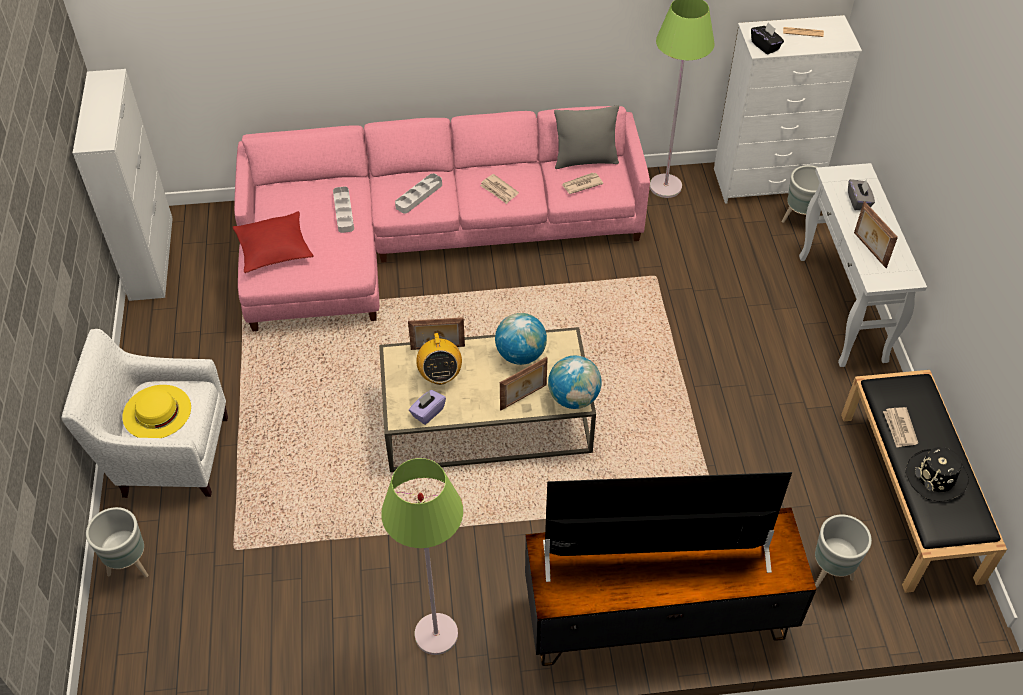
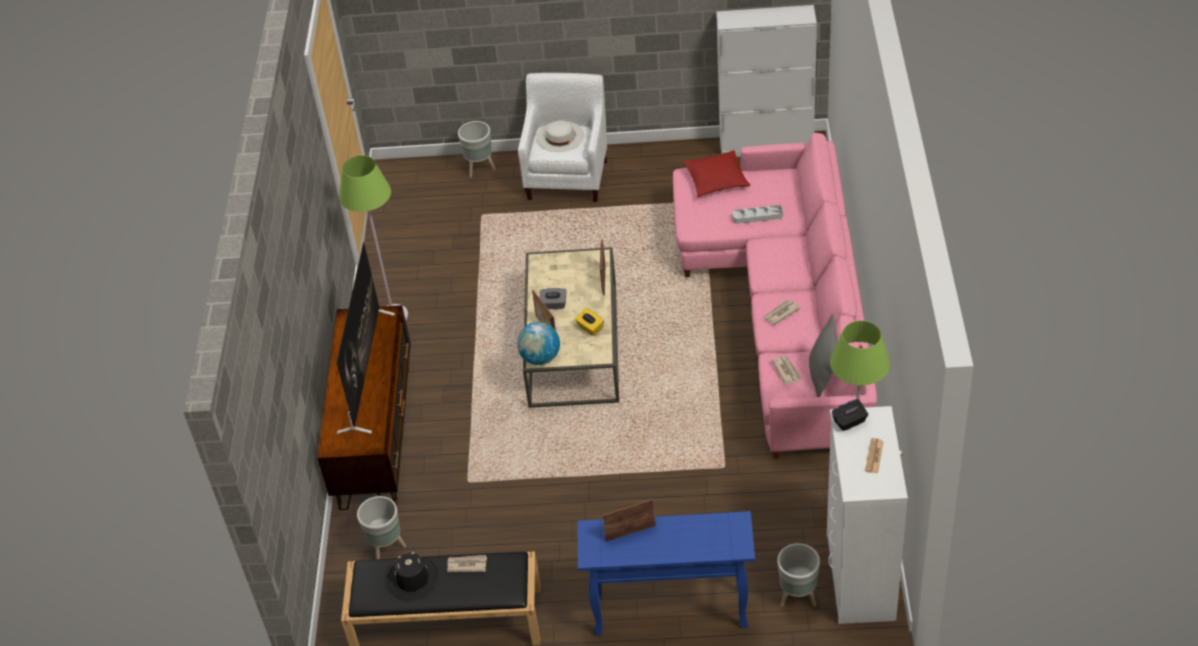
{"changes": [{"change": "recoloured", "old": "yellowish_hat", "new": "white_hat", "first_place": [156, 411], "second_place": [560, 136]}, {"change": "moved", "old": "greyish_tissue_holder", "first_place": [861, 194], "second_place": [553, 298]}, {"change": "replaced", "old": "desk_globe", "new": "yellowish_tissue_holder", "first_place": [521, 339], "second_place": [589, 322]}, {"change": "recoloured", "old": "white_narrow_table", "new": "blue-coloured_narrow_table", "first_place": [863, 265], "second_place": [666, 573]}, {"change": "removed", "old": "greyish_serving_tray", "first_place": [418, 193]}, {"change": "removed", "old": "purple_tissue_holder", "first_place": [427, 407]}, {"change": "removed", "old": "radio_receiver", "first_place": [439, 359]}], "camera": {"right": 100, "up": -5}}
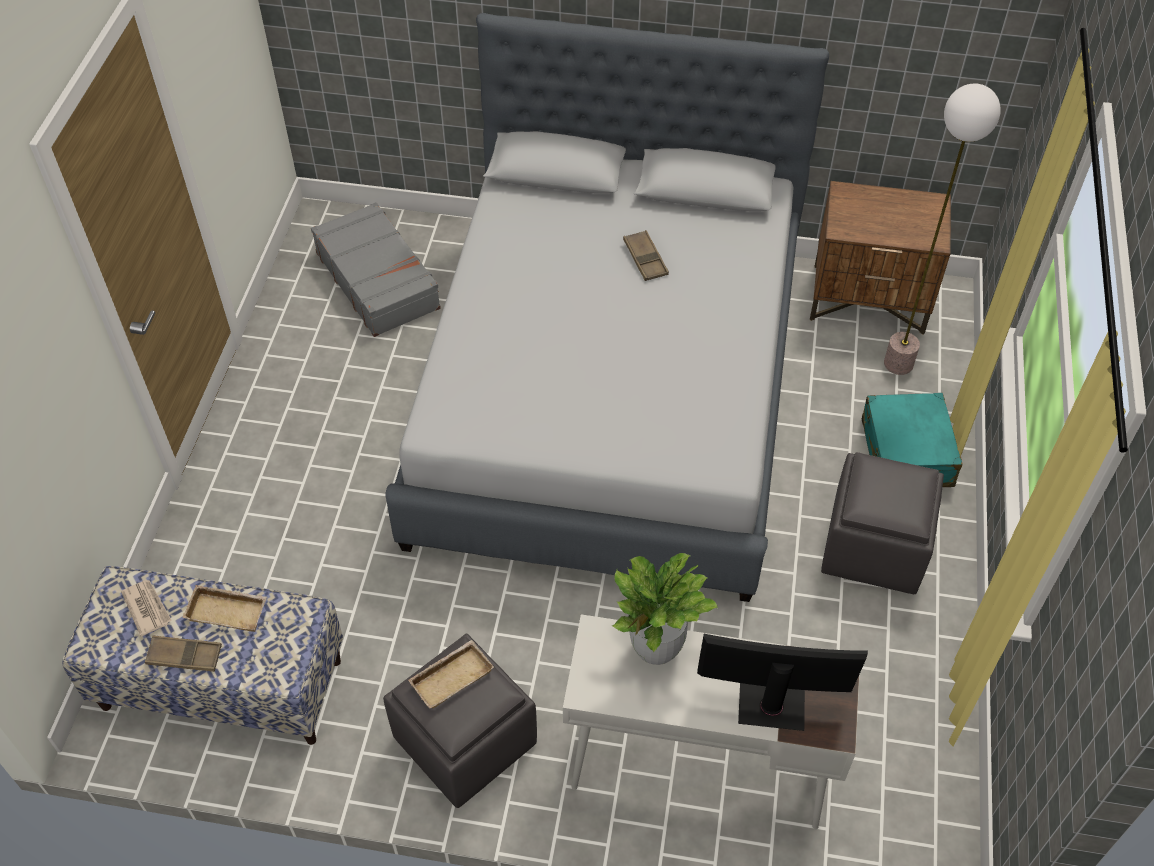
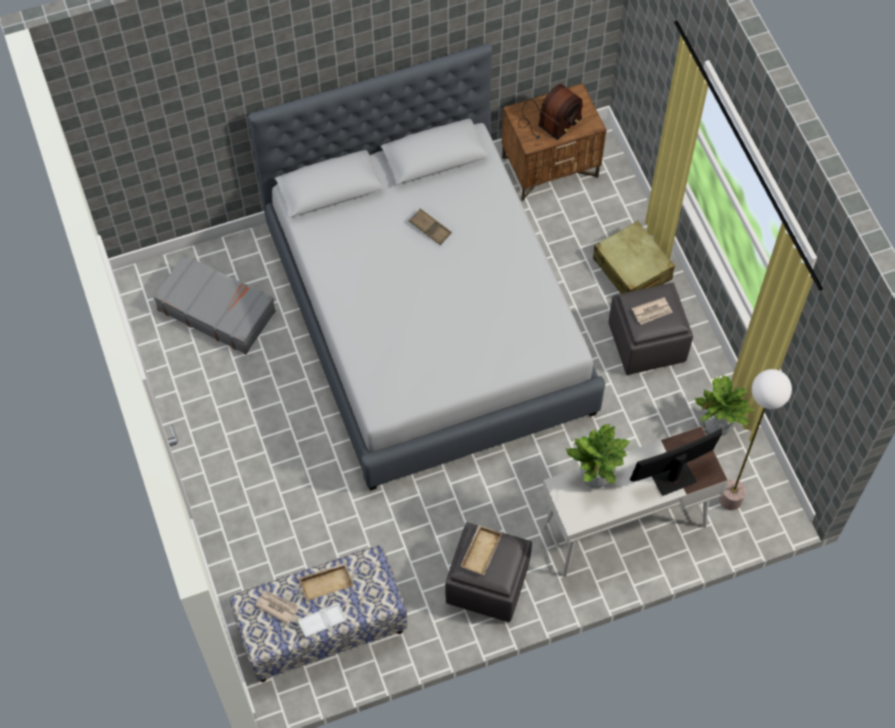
{"changes": [{"change": "recoloured", "old": "brown_serving_tray", "new": "white_serving_tray", "first_place": [183, 654], "second_place": [322, 620]}, {"change": "added", "new": "radio_receiver", "second_place": [550, 112]}, {"change": "recoloured", "old": "blue-green_travel_case", "new": "sand-coloured_travel_case", "first_place": [912, 440], "second_place": [634, 257]}, {"change": "added", "new": "printed_paper", "second_place": [652, 311]}, {"change": "added", "new": "plant_in_a_pot", "second_place": [725, 405]}, {"change": "moved", "old": "standard_lamp", "first_place": [942, 229], "second_place": [755, 439]}], "camera": {"right": -30, "up": 10}}
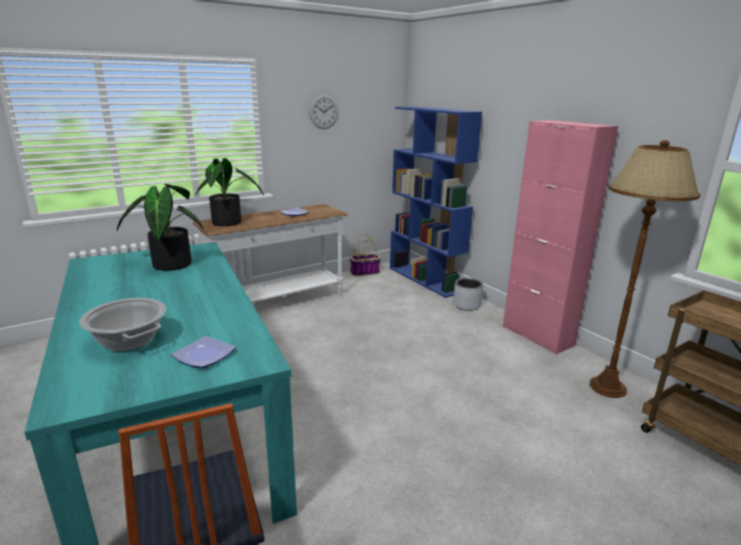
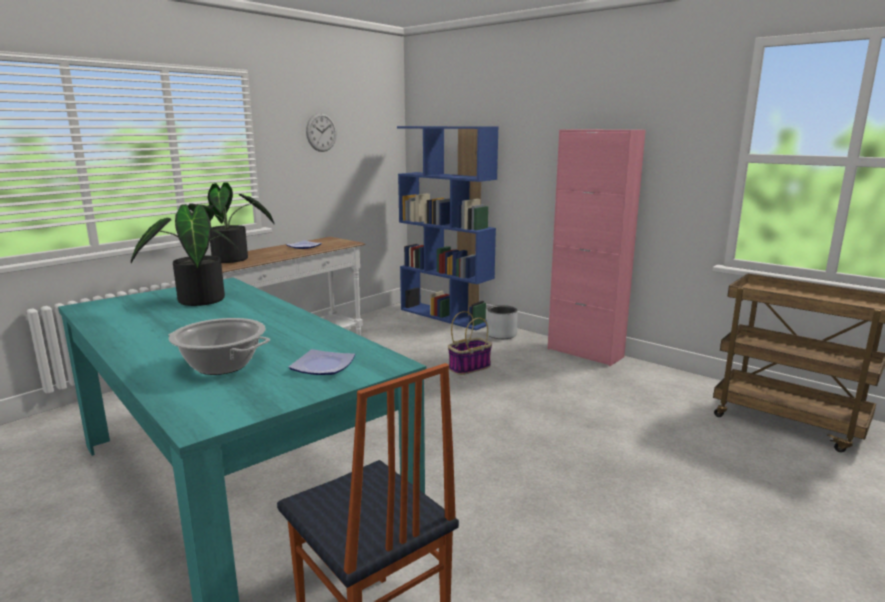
{"changes": [{"change": "moved", "old": "basket", "first_place": [365, 255], "second_place": [470, 343]}, {"change": "removed", "old": "brown_standard_lamp", "first_place": [645, 269]}], "camera": {"right": -15, "up": -5}}
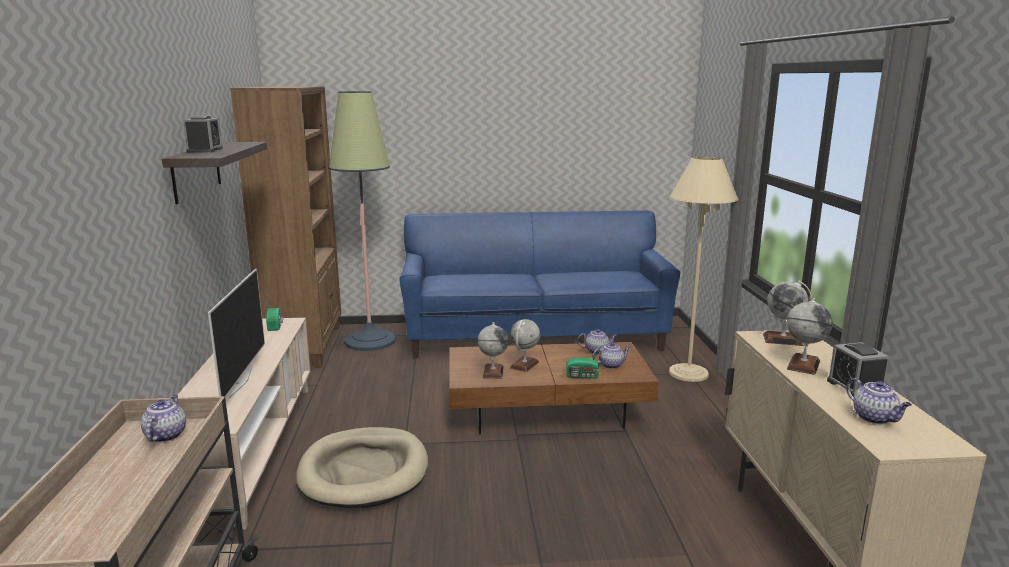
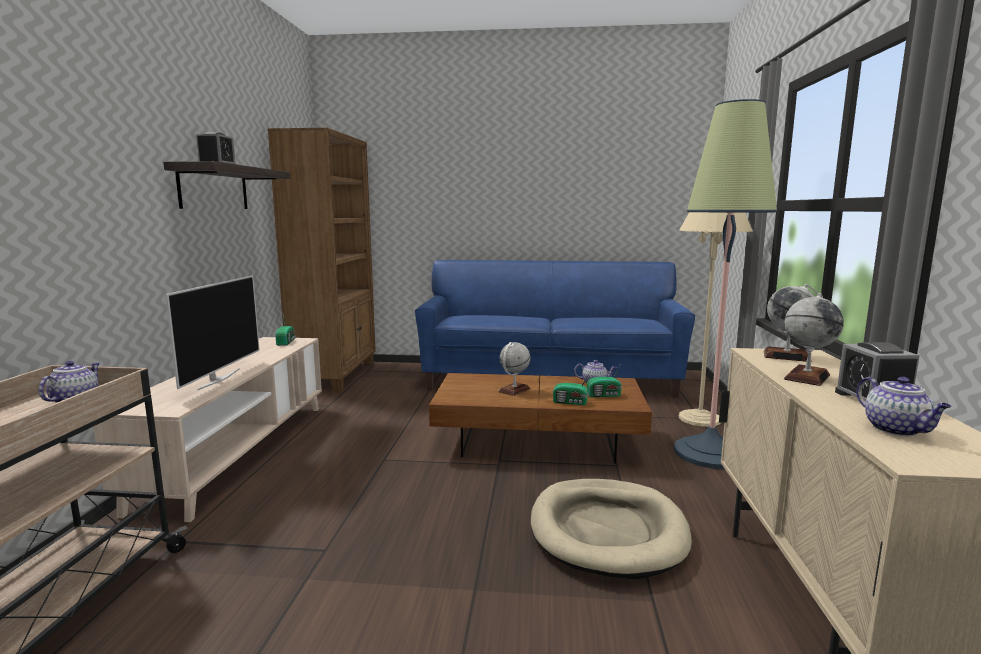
{"changes": [{"change": "moved", "old": "sand-coloured_dog_cushion", "first_place": [362, 467], "second_place": [611, 529]}, {"change": "replaced", "old": "tea_pot", "new": "radio_receiver", "first_place": [611, 355], "second_place": [604, 380]}, {"change": "moved", "old": "standard_lamp", "first_place": [362, 221], "second_place": [725, 284]}, {"change": "removed", "old": "desk_globe", "first_place": [493, 350]}], "camera": {"right": 10, "up": -5}}
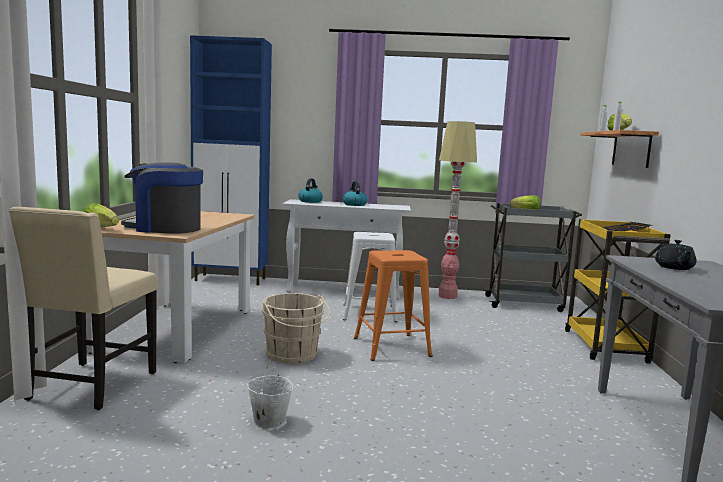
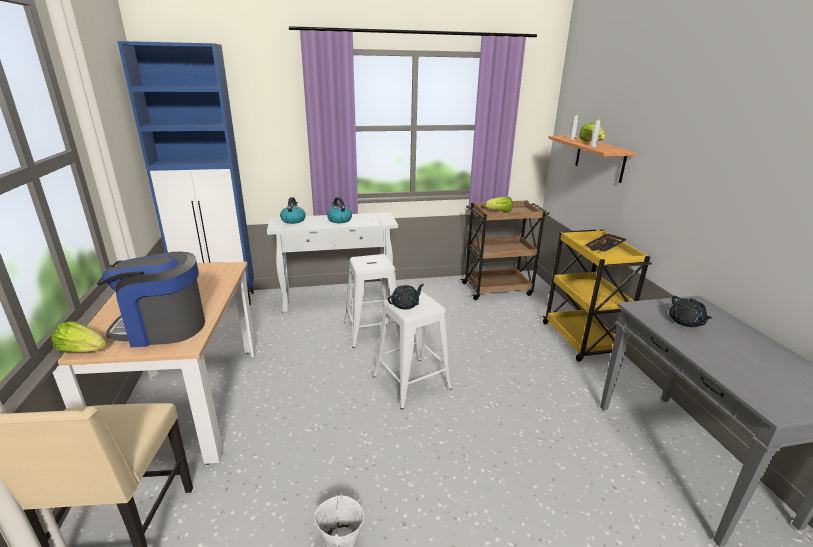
{"changes": [{"change": "recoloured", "old": "orange-coloured_stool_seat", "new": "white_stool_seat", "first_place": [393, 305], "second_place": [412, 350]}, {"change": "added", "new": "black-coloured_tea_pot", "second_place": [406, 296]}, {"change": "recoloured", "old": "greyish_cart", "new": "brown_cart", "first_place": [532, 257], "second_place": [505, 250]}, {"change": "removed", "old": "sand-coloured_pail", "first_place": [296, 328]}, {"change": "removed", "old": "standard_lamp", "first_place": [458, 210]}], "camera": {"right": -15, "up": 15}}
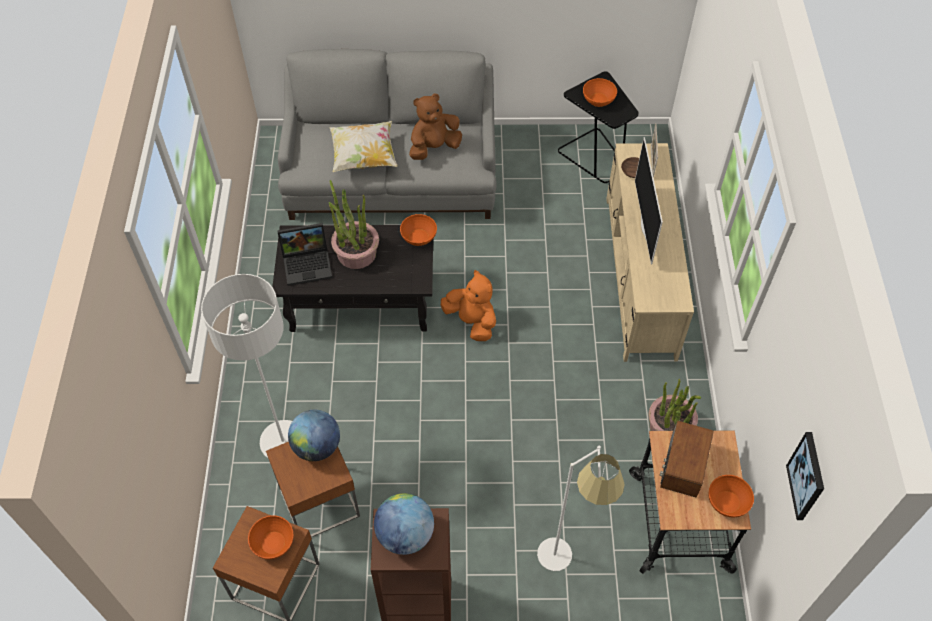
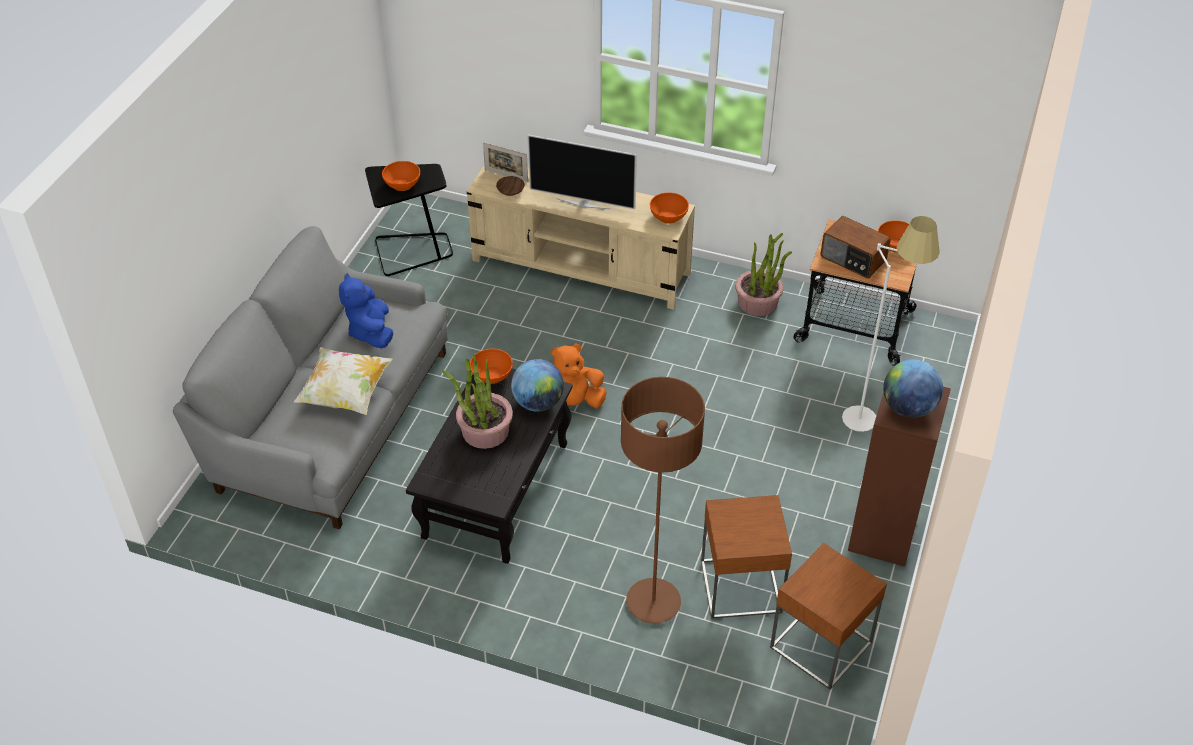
{"changes": [{"change": "recoloured", "old": "brown_plush_toy", "new": "blue-coloured_plush_toy", "first_place": [435, 126], "second_place": [366, 310]}, {"change": "moved", "old": "desk_globe", "first_place": [314, 435], "second_place": [537, 385]}, {"change": "recoloured", "old": "white_standard_lamp", "new": "brown_standard_lamp", "first_place": [246, 366], "second_place": [663, 500]}, {"change": "moved", "old": "orange-coloured_deep_dish", "first_place": [270, 537], "second_place": [669, 208]}, {"change": "removed", "old": "notebook_computer", "first_place": [304, 254]}, {"change": "removed", "old": "wall_art", "first_place": [805, 476]}], "camera": {"right": -70, "up": -10}}
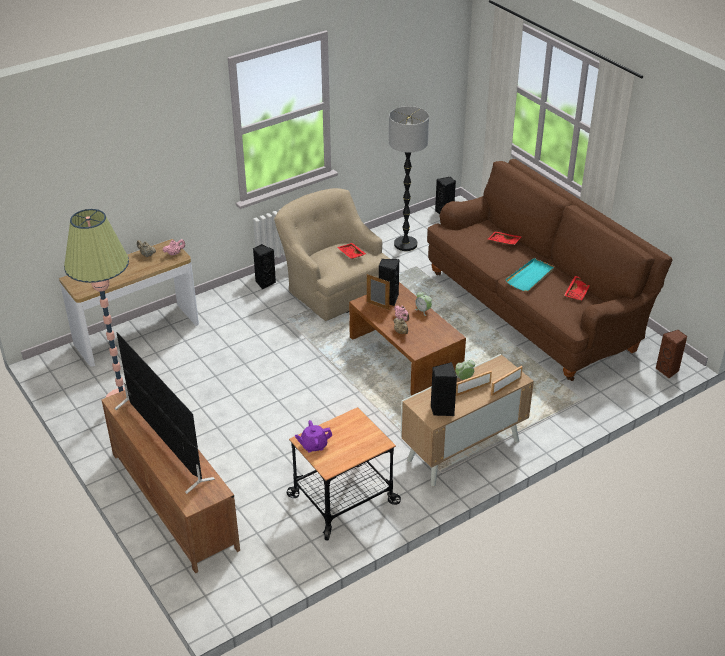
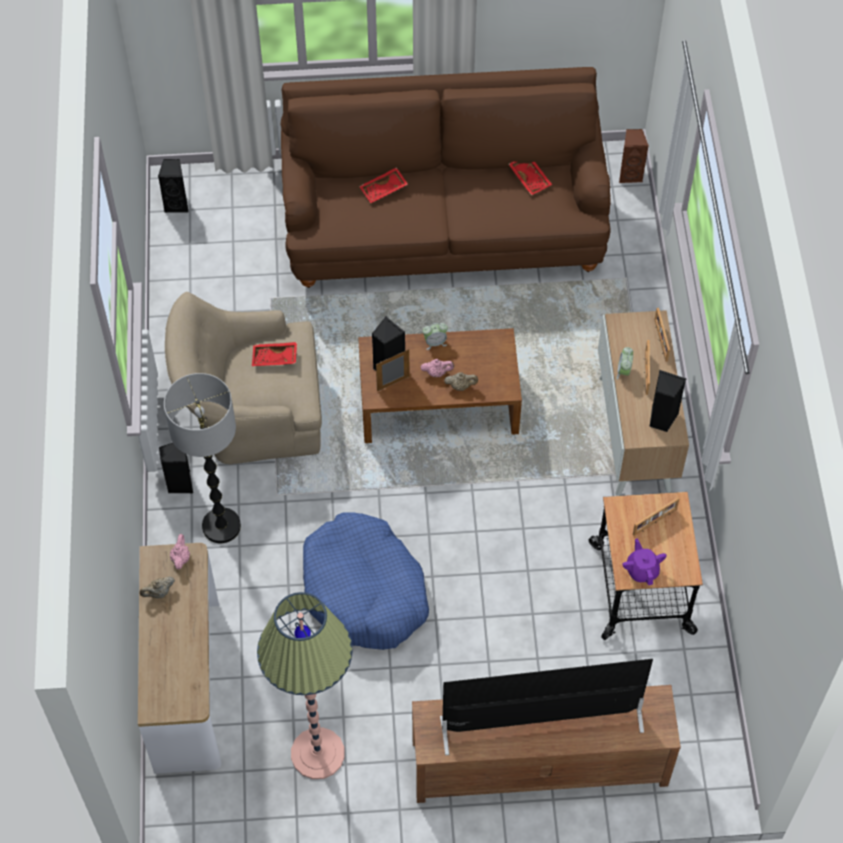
{"changes": [{"change": "moved", "old": "standard_lamp", "first_place": [409, 178], "second_place": [202, 458]}, {"change": "added", "new": "blue-coloured_dog_cushion", "second_place": [366, 581]}, {"change": "turned", "old": "purple_tea_pot", "first_place": [313, 436], "second_place": [644, 561], "degrees": 150}, {"change": "added", "new": "photo_frame", "second_place": [656, 517]}, {"change": "removed", "old": "blue-green_serving_tray", "first_place": [530, 274]}], "camera": {"right": -60, "up": 20}}
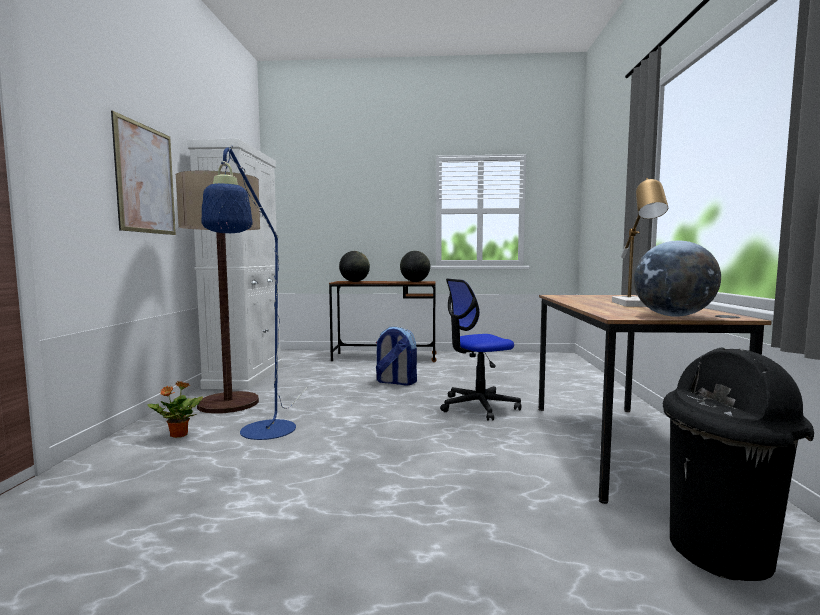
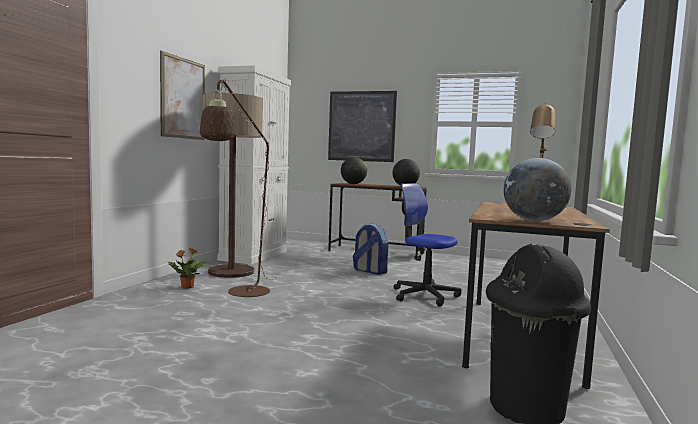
{"changes": [{"change": "recoloured", "old": "blue-coloured_standard_lamp", "new": "brown_standard_lamp", "first_place": [253, 292], "second_place": [248, 187]}, {"change": "added", "new": "wall_art", "second_place": [362, 126]}, {"change": "turned", "old": "desk_chair", "first_place": [481, 350], "second_place": [427, 245], "degrees": 45}], "camera": {"right": 15, "up": 0}}
